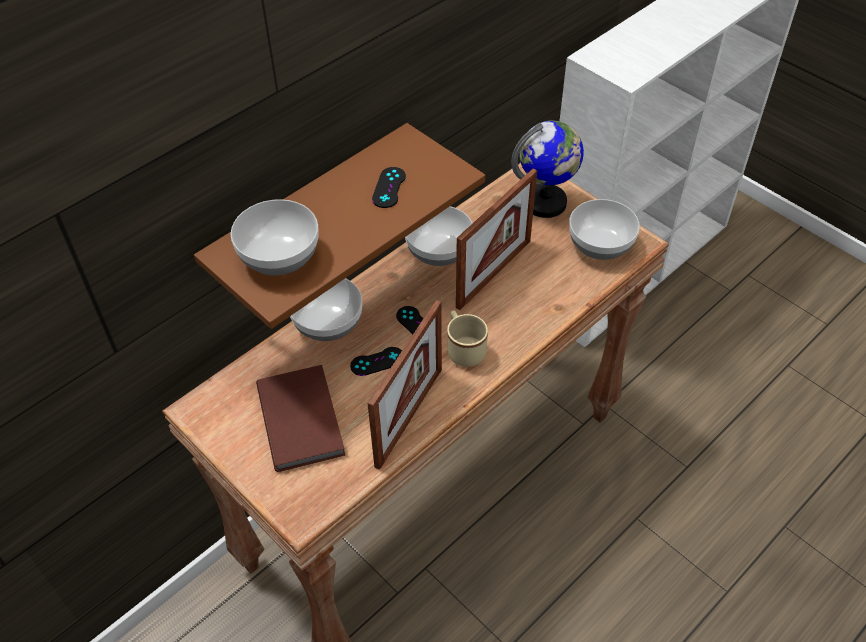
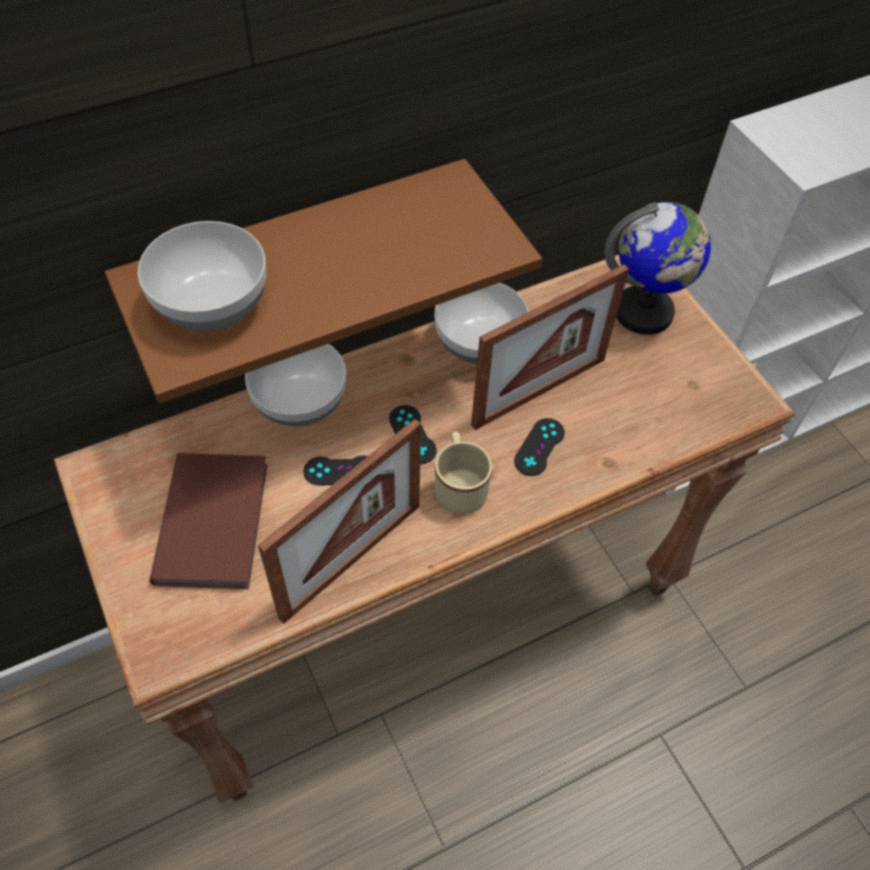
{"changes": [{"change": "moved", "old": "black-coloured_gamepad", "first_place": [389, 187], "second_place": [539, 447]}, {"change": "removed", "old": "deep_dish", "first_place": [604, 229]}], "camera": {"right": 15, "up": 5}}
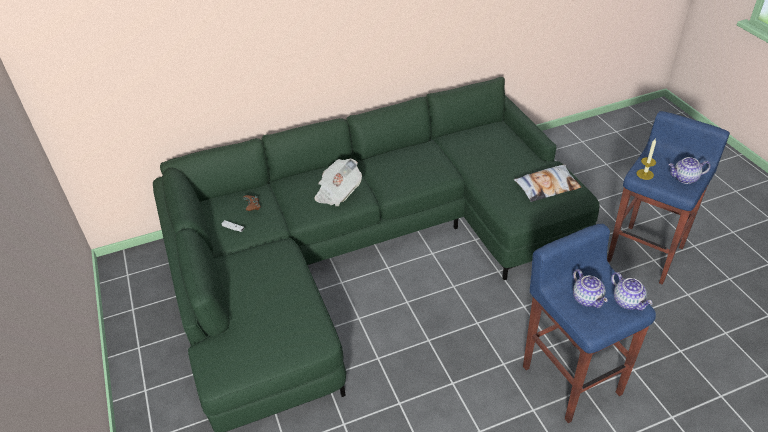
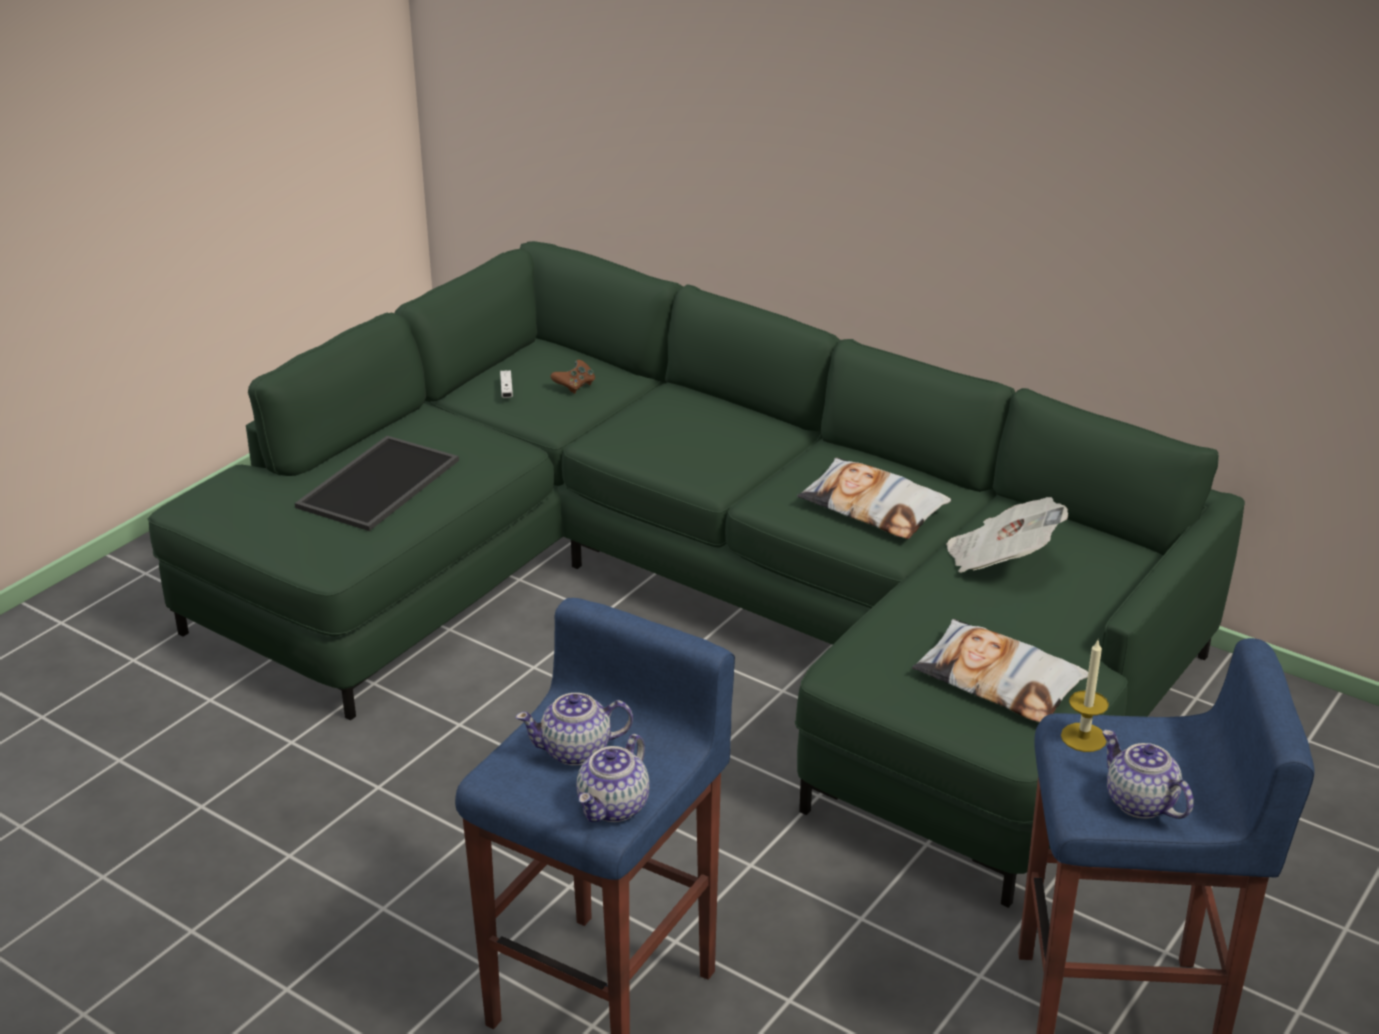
{"changes": [{"change": "added", "new": "serving_tray", "second_place": [377, 483]}, {"change": "turned", "old": "tea_pot", "first_place": [590, 288], "second_place": [574, 729], "degrees": 45}, {"change": "added", "new": "cushion", "second_place": [874, 498]}, {"change": "moved", "old": "printed_paper", "first_place": [338, 182], "second_place": [1007, 535]}], "camera": {"right": 55, "up": -10}}
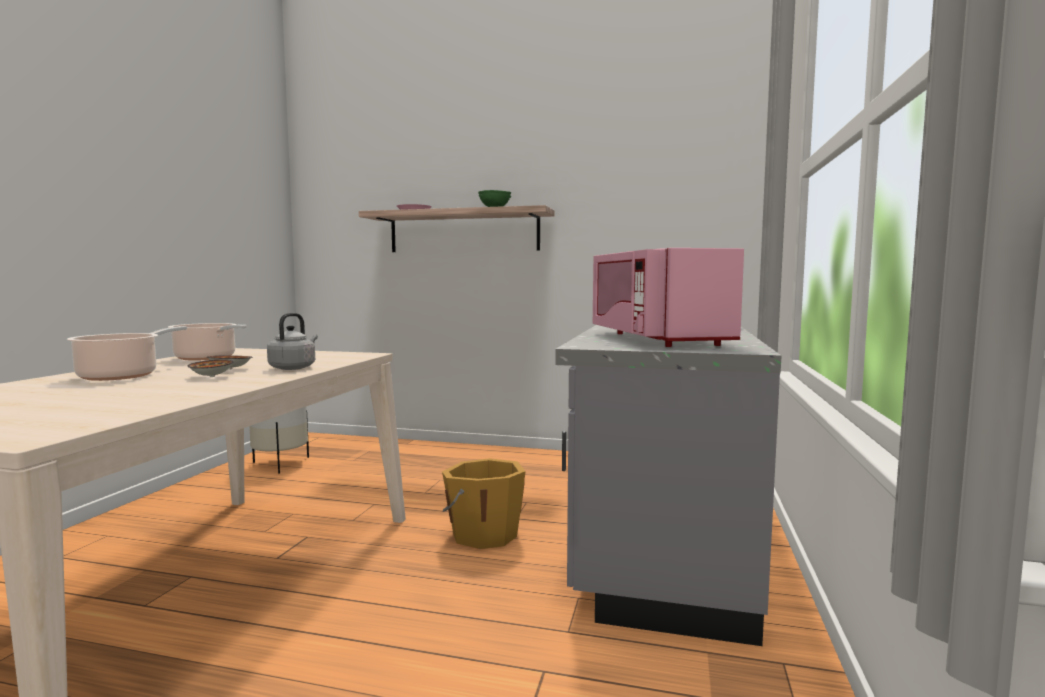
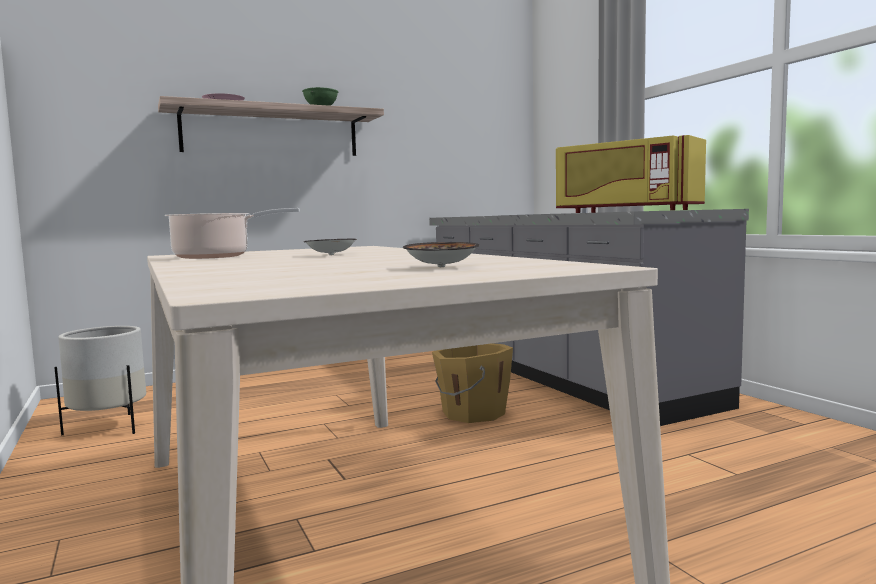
{"changes": [{"change": "moved", "old": "deep_dish", "first_place": [210, 368], "second_place": [441, 254]}, {"change": "recoloured", "old": "pinkish_kitchen_microwave", "new": "yellowish_kitchen_microwave", "first_place": [668, 297], "second_place": [631, 174]}, {"change": "removed", "old": "saucepot", "first_place": [127, 353]}, {"change": "removed", "old": "greyish_tea_kettle", "first_place": [292, 341]}], "camera": {"right": -40, "up": 0}}
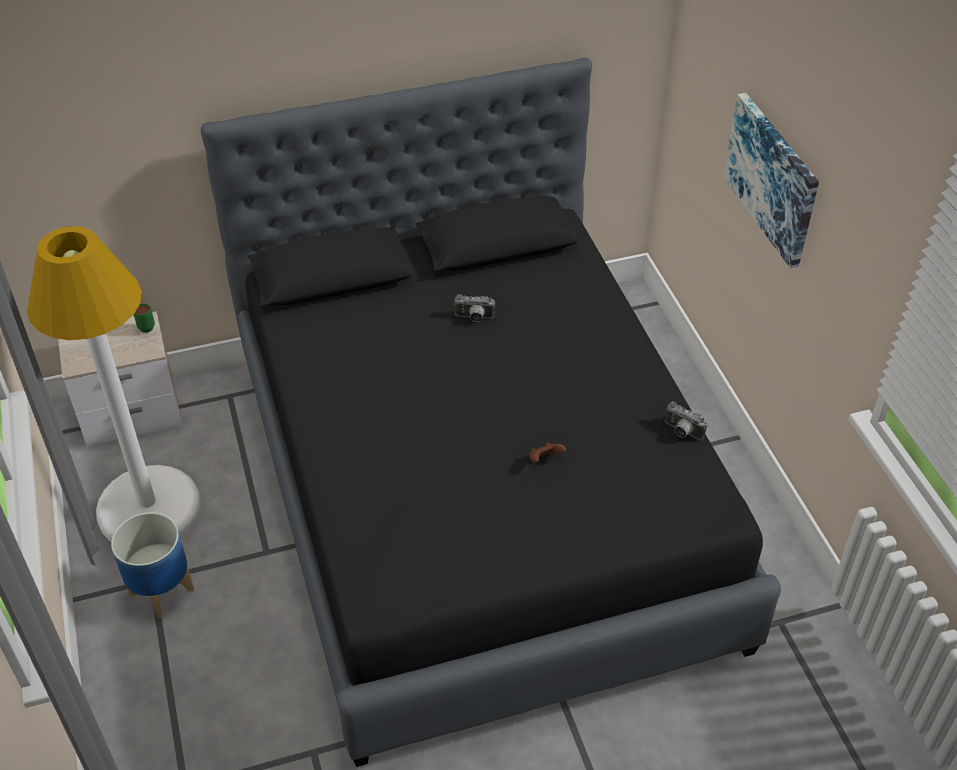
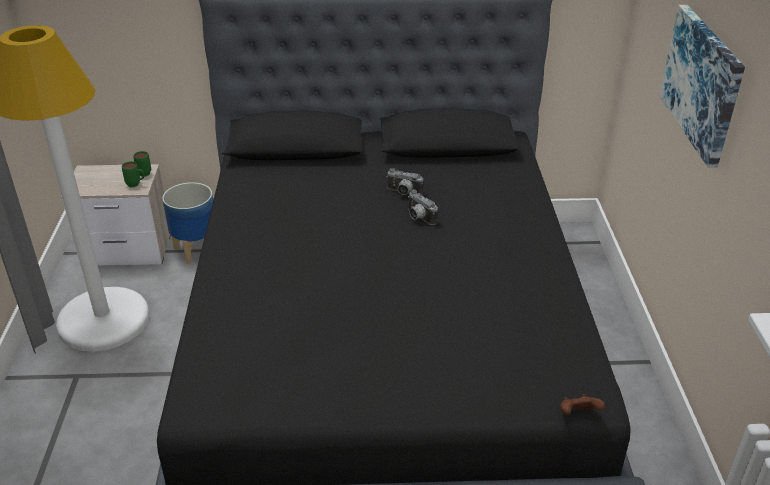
{"changes": [{"change": "added", "new": "green-coloured_coffee_mug", "second_place": [133, 174]}, {"change": "moved", "old": "plant_pot", "first_place": [152, 565], "second_place": [187, 223]}, {"change": "moved", "old": "photo_camera", "first_place": [686, 420], "second_place": [423, 207]}, {"change": "moved", "old": "brown_gamepad", "first_place": [547, 452], "second_place": [582, 404]}], "camera": {"right": 15, "up": -10}}
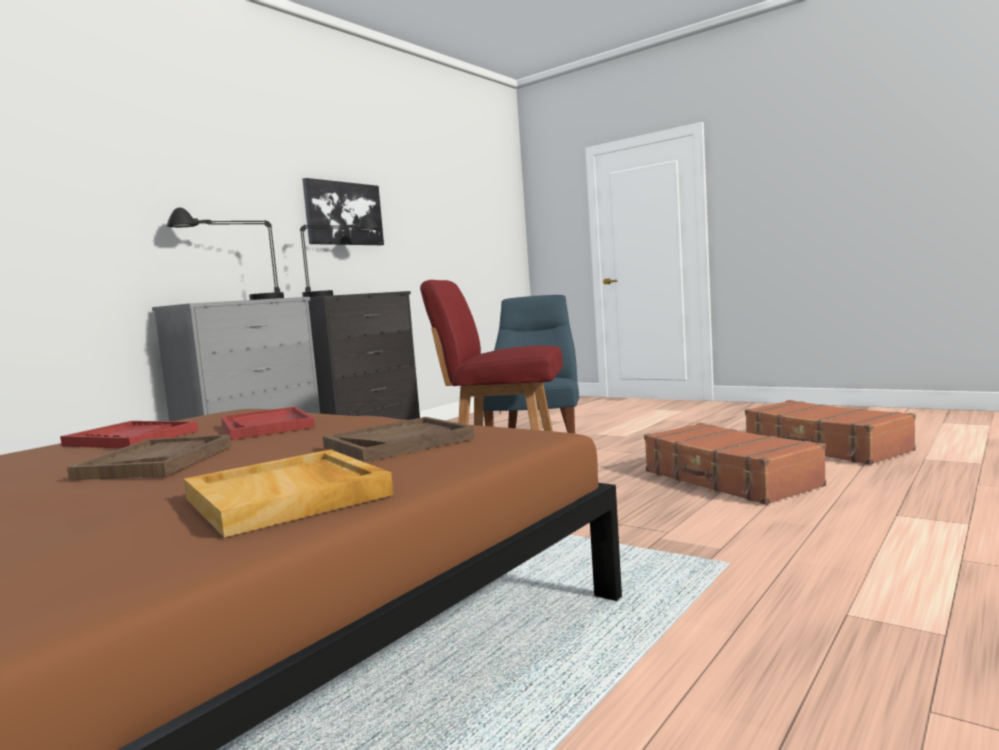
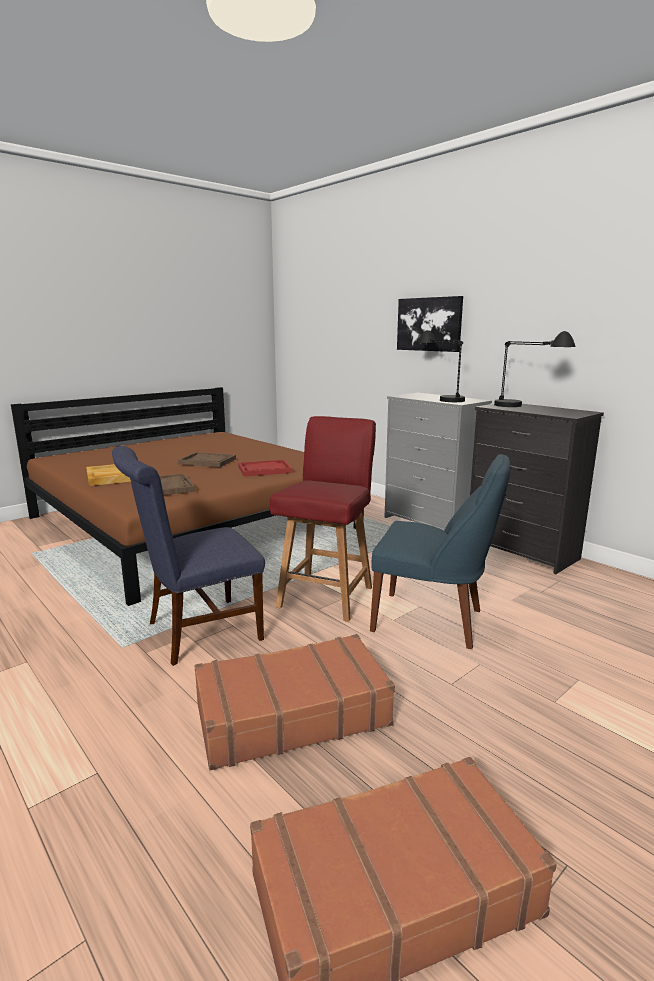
{"changes": [{"change": "added", "new": "blue-coloured_plain_chair", "second_place": [188, 556]}, {"change": "moved", "old": "wall_art", "first_place": [343, 211], "second_place": [430, 324]}, {"change": "removed", "old": "red_serving_tray", "first_place": [129, 434]}], "camera": {"right": 100, "up": 10}}
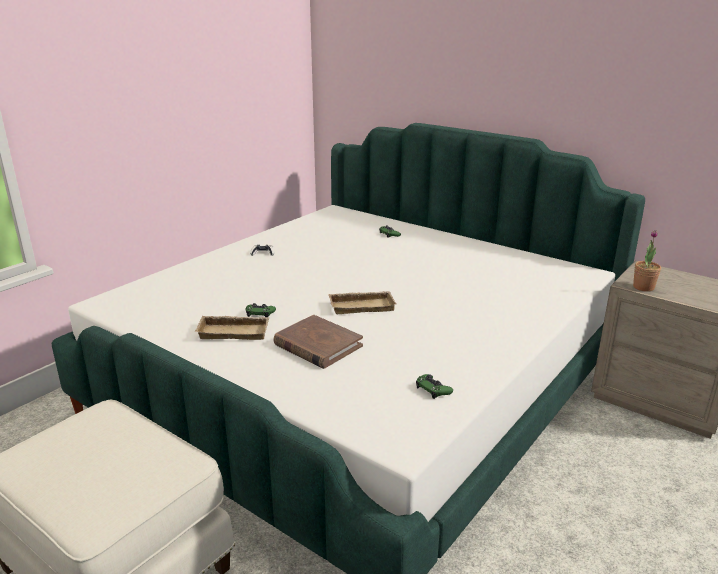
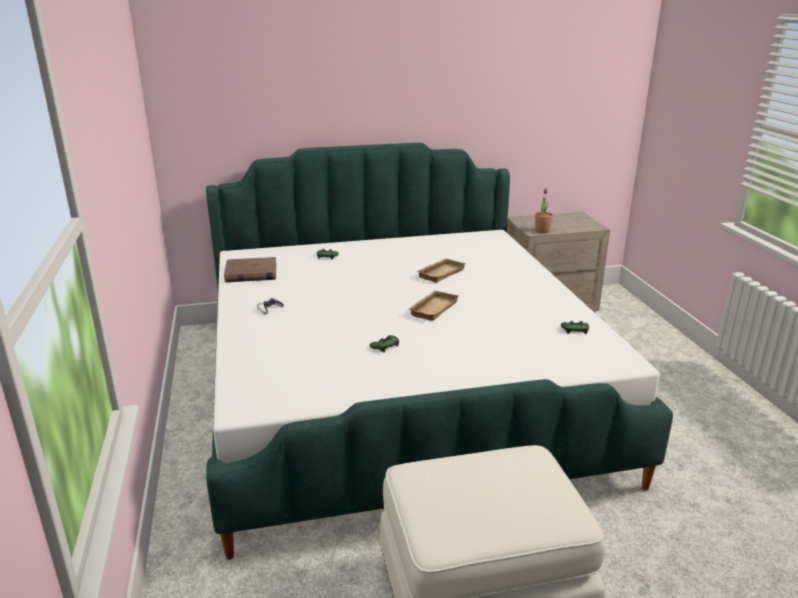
{"changes": [{"change": "moved", "old": "brown_book", "first_place": [318, 342], "second_place": [250, 269]}, {"change": "moved", "old": "sand-coloured_serving_tray", "first_place": [232, 328], "second_place": [441, 270]}], "camera": {"right": -50, "up": 0}}
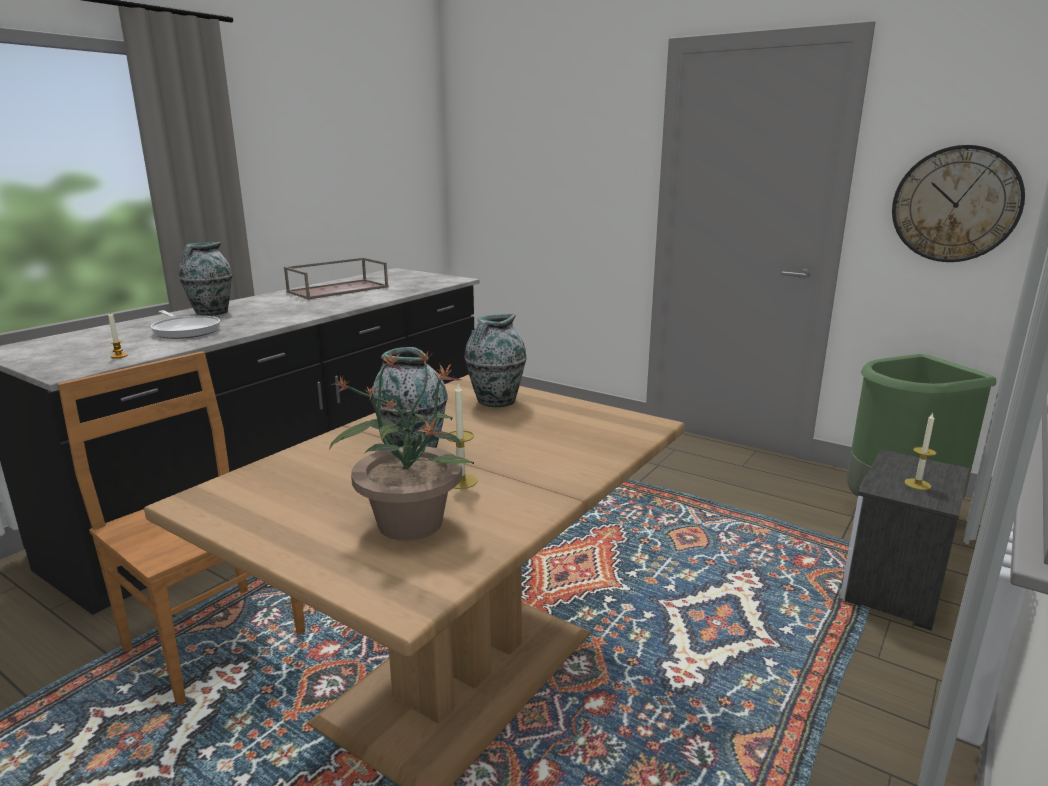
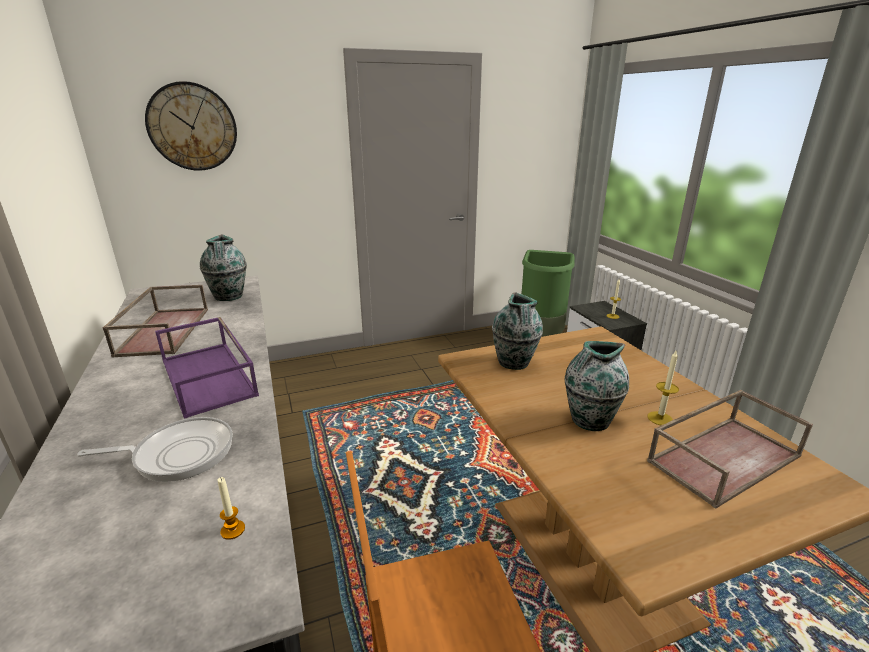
{"changes": [{"change": "moved", "old": "clock_on_the_wall", "first_place": [958, 203], "second_place": [191, 126]}, {"change": "added", "new": "purple_serving_tray", "second_place": [207, 368]}, {"change": "moved", "old": "flower_vase", "first_place": [205, 279], "second_place": [223, 268]}, {"change": "replaced", "old": "plant_in_a_pot", "new": "brown_serving_tray", "first_place": [401, 445], "second_place": [730, 449]}], "camera": {"right": -55, "up": 5}}
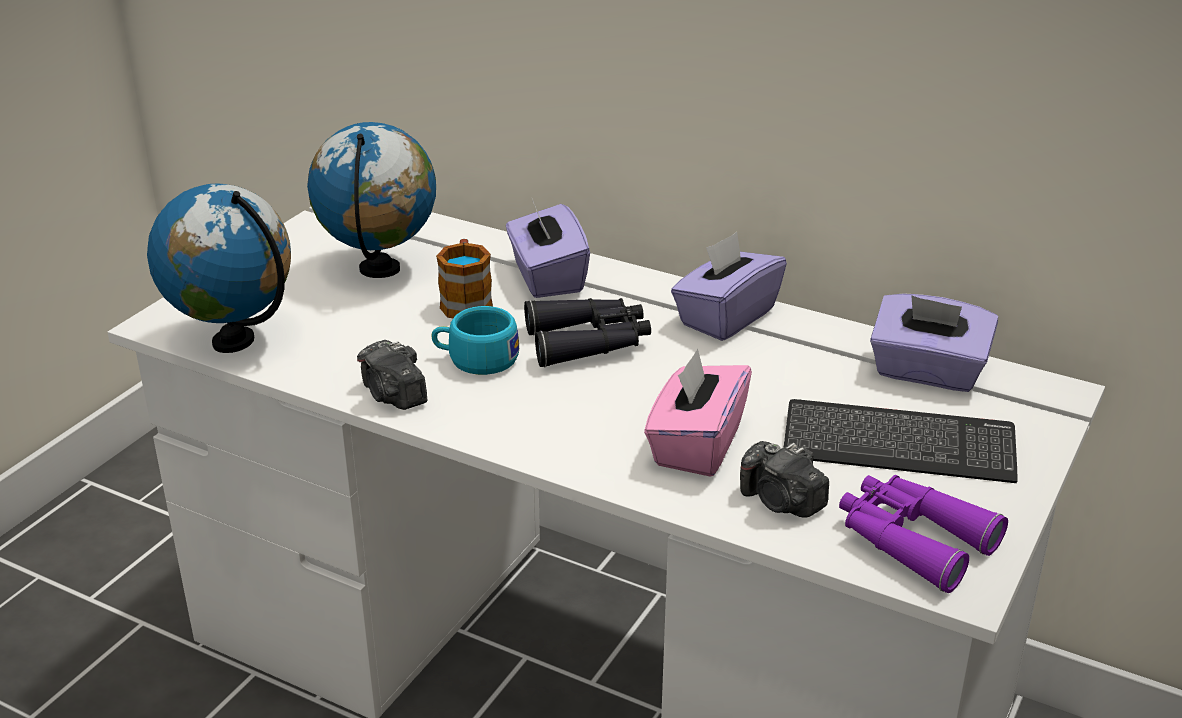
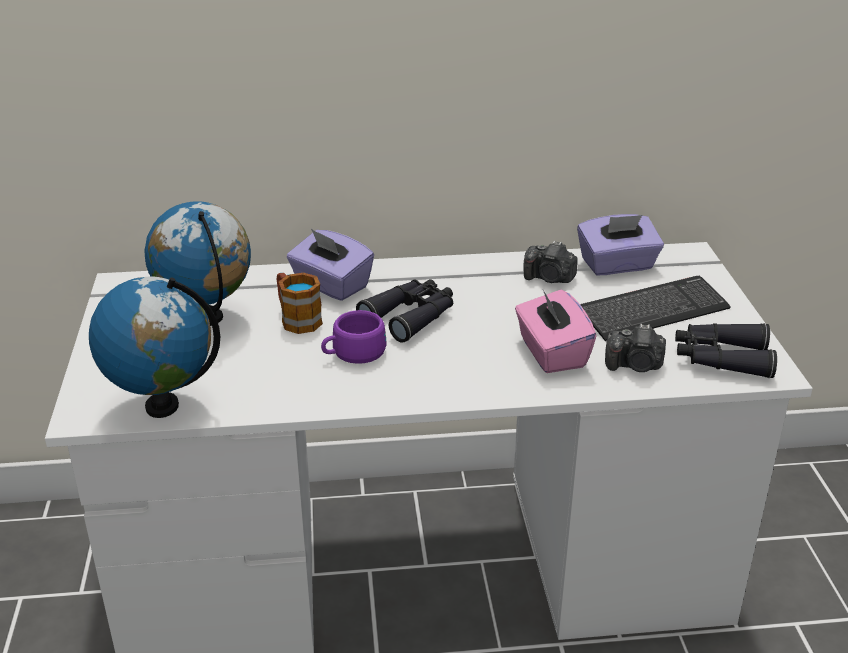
{"changes": [{"change": "recoloured", "old": "blue-green_cup", "new": "purple_cup", "first_place": [475, 340], "second_place": [354, 337]}, {"change": "moved", "old": "photo_camera", "first_place": [392, 375], "second_place": [551, 262]}, {"change": "recoloured", "old": "purple_field_glasses", "new": "black-coloured_field_glasses", "first_place": [923, 534], "second_place": [726, 350]}, {"change": "removed", "old": "purple_tissue_holder", "first_place": [729, 286]}], "camera": {"right": -35, "up": 0}}
